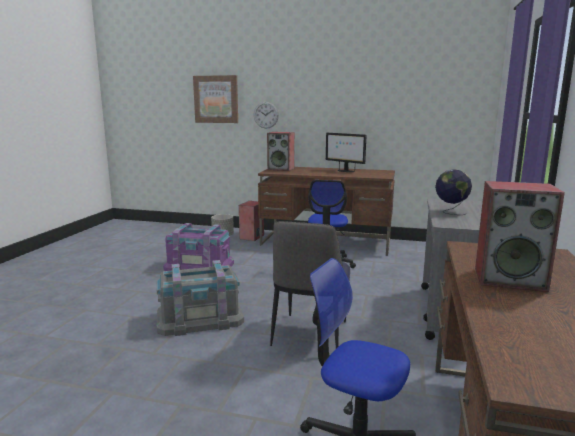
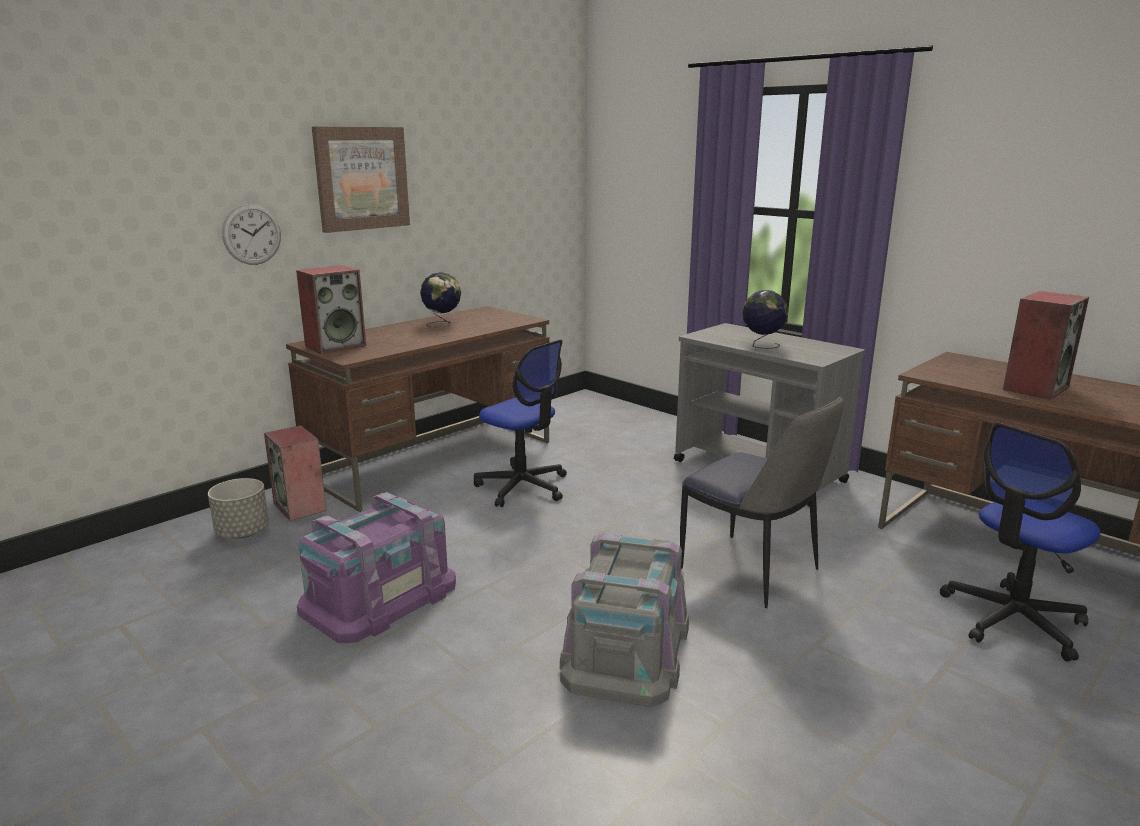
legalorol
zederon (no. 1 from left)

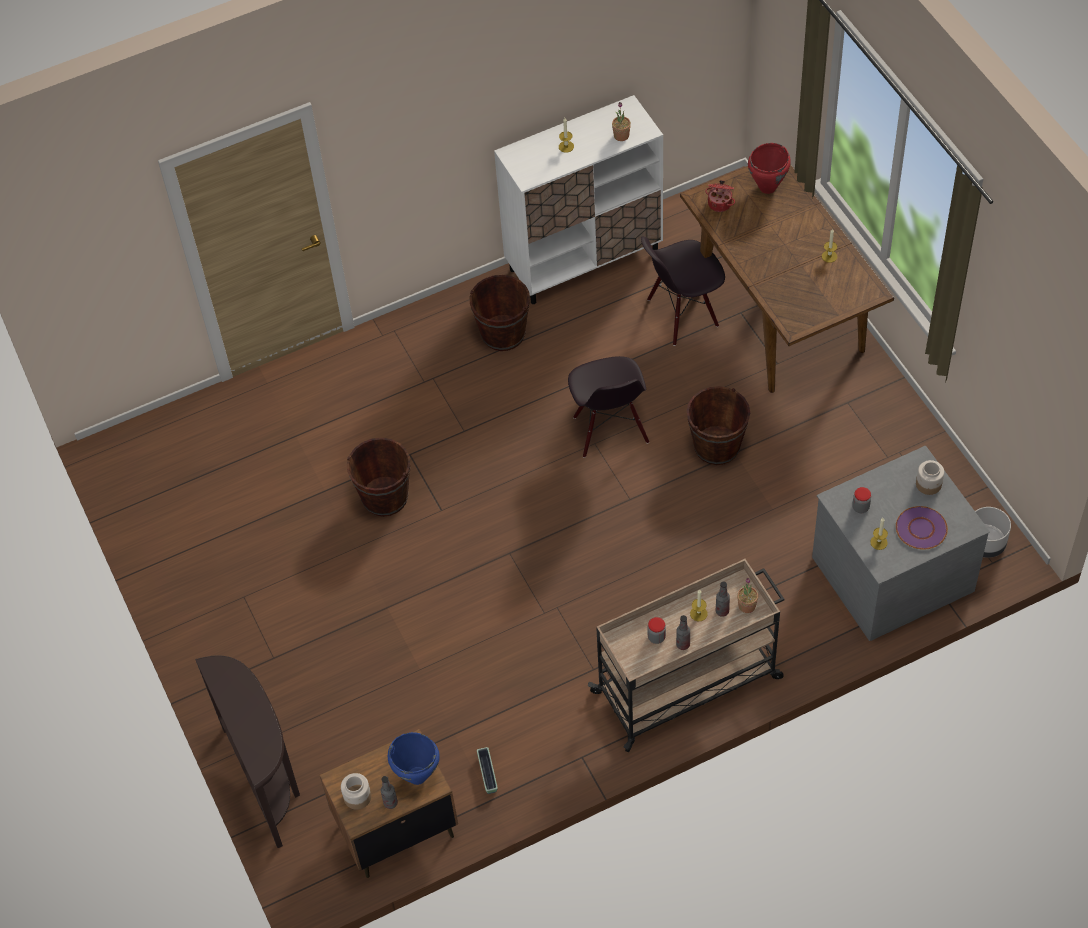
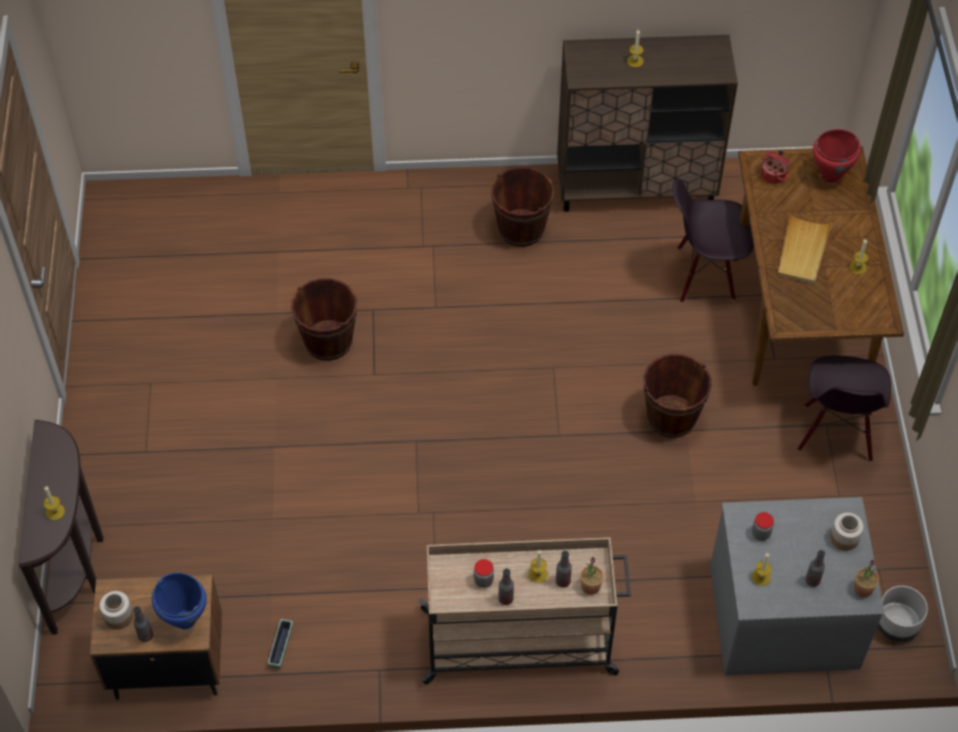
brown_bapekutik
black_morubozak (no. 2 from left)
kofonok (no. 2 from left)
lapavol (no. 4 from left)
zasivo (no. 1 from left)
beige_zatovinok

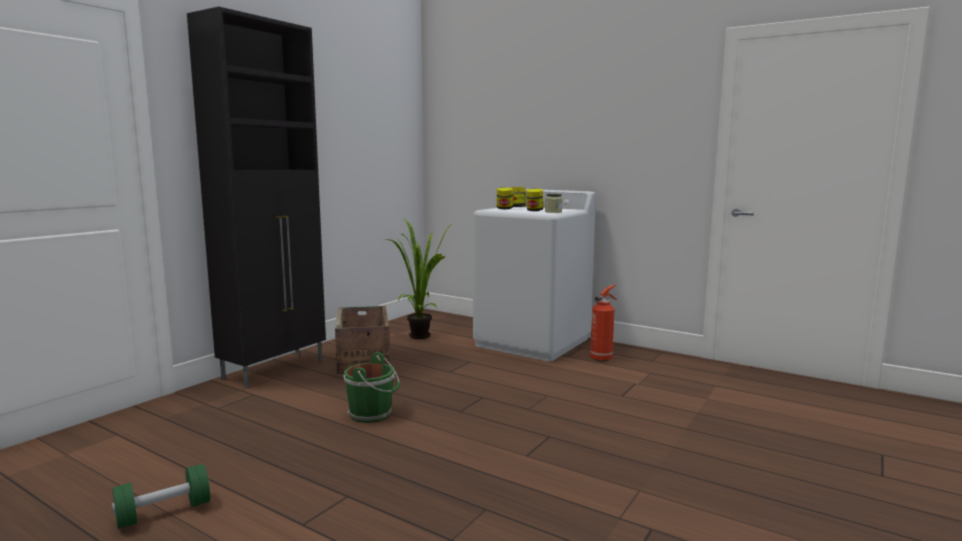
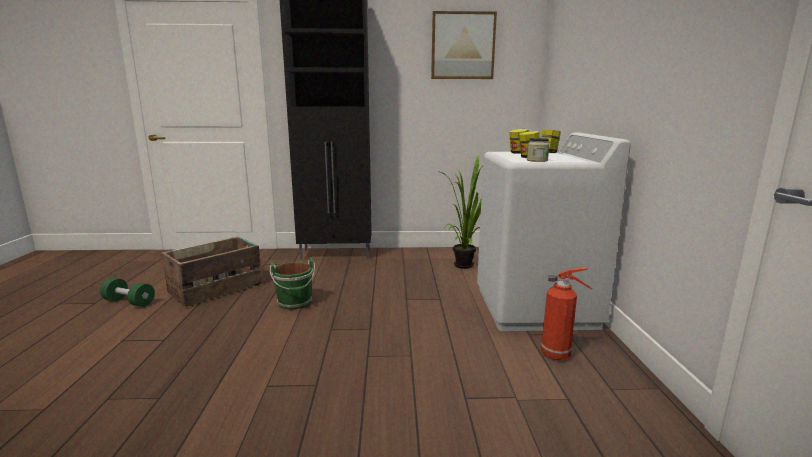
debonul
legalorol

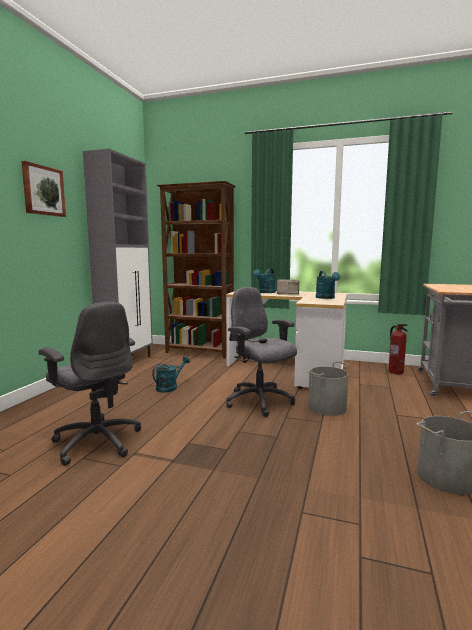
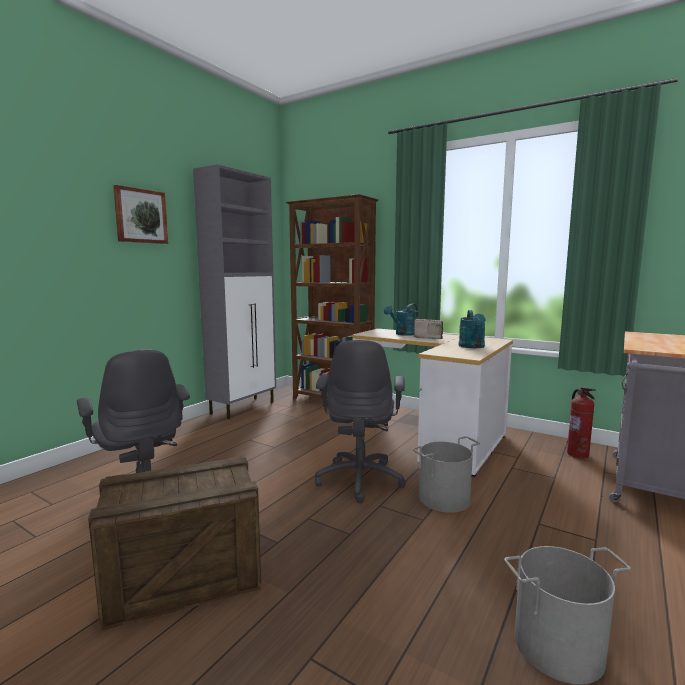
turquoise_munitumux (no. 1 from left in the first image)
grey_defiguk (no. 2 from left)
debonul

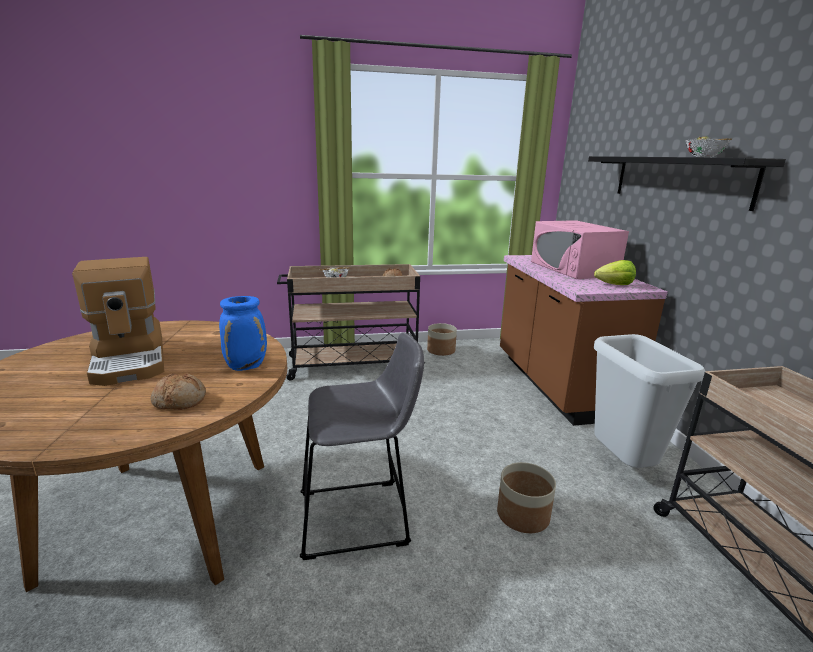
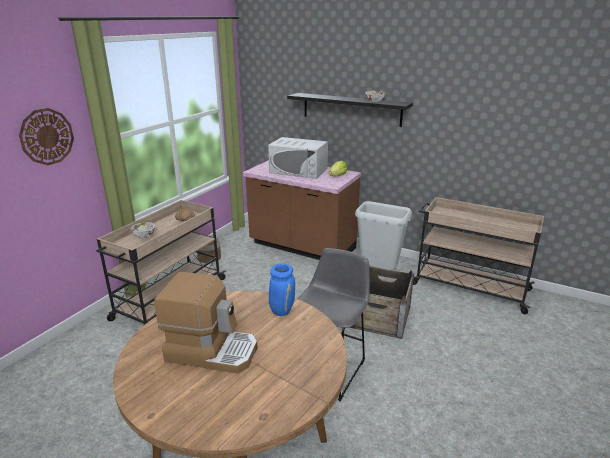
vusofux (no. 1 from left in the first image)
debonul
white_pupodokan
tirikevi

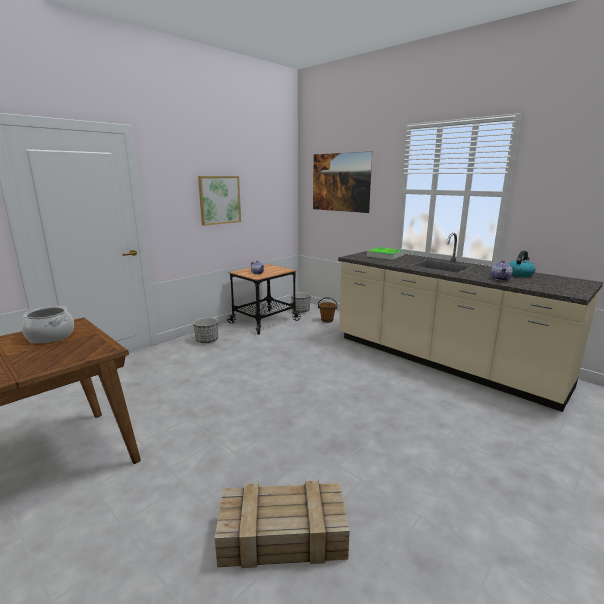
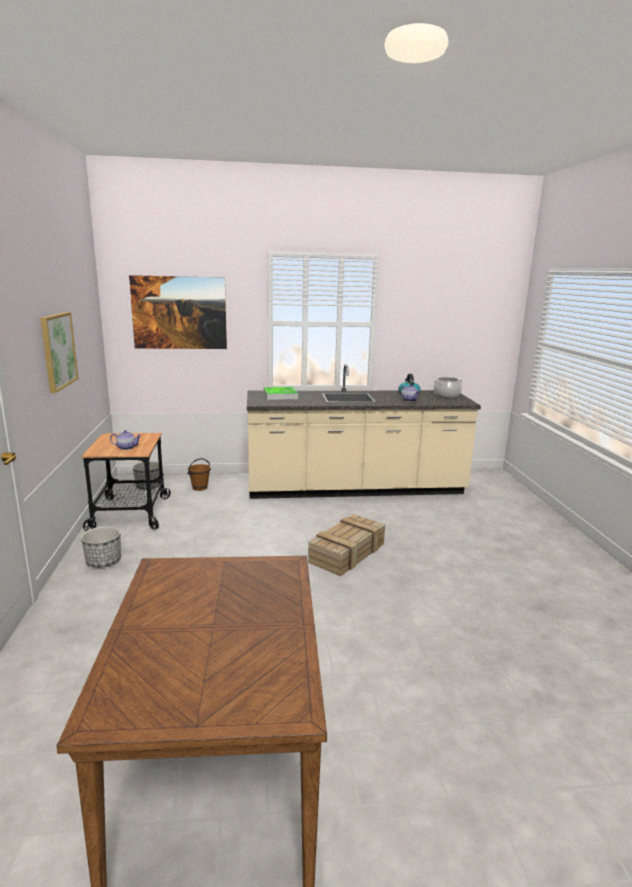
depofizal
debonul

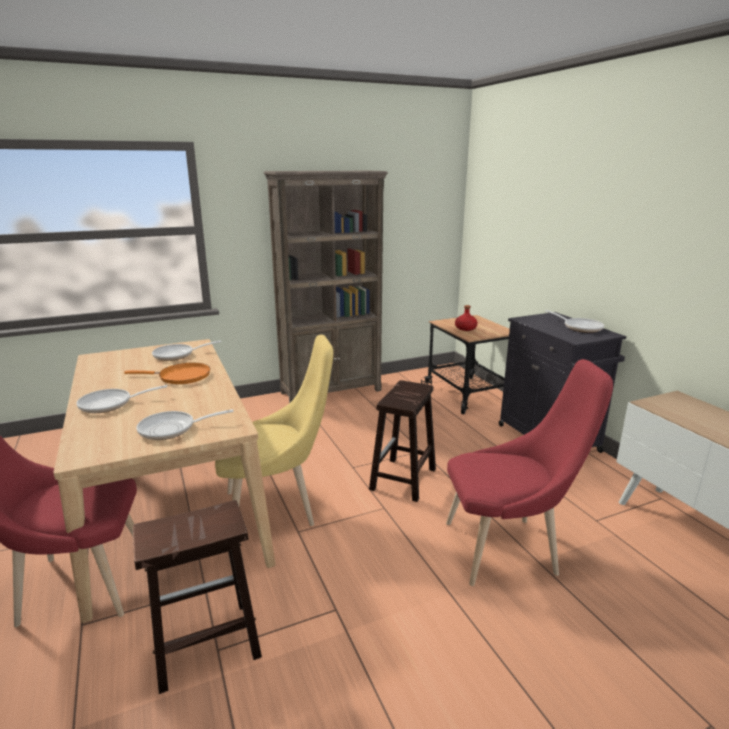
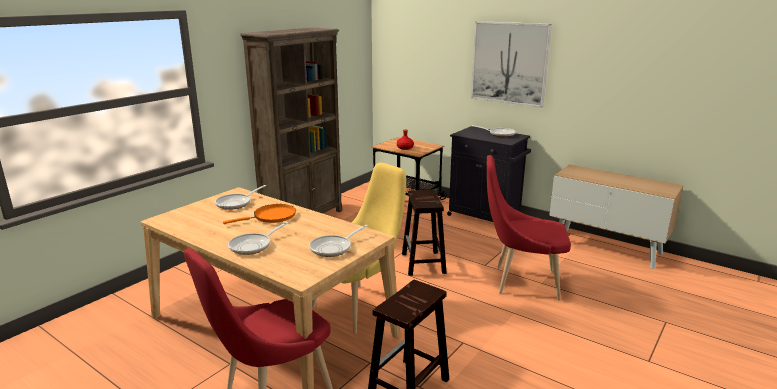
red_morubozak (no. 2 from left)
legalorol

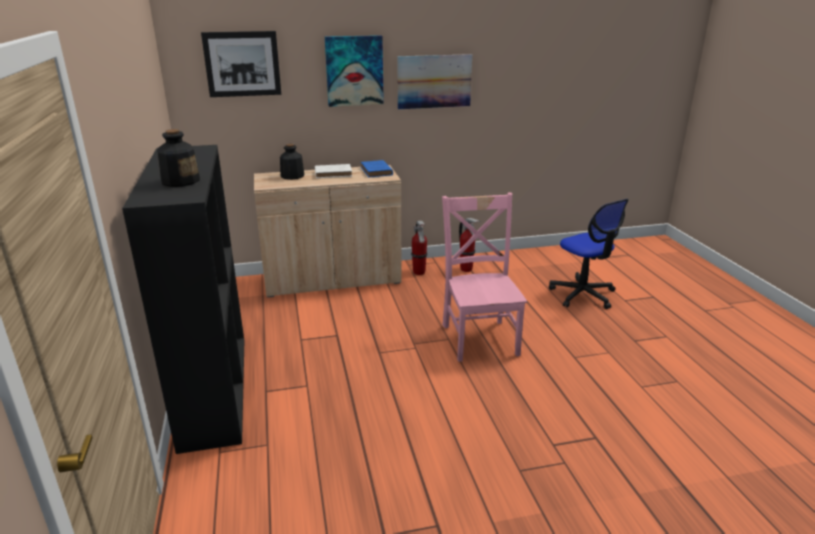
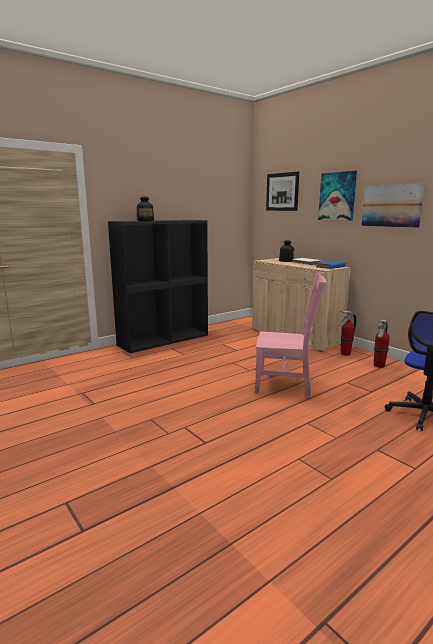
pink_morubozak

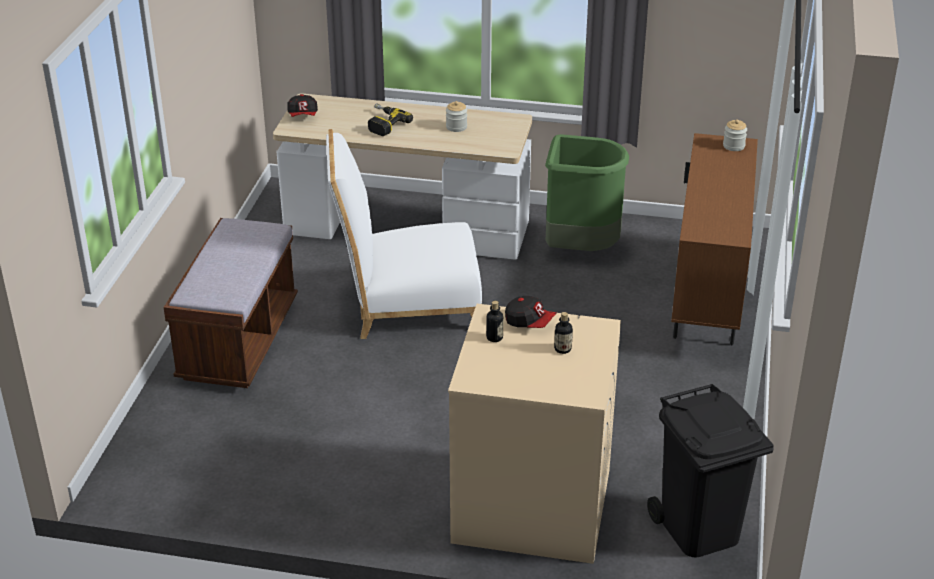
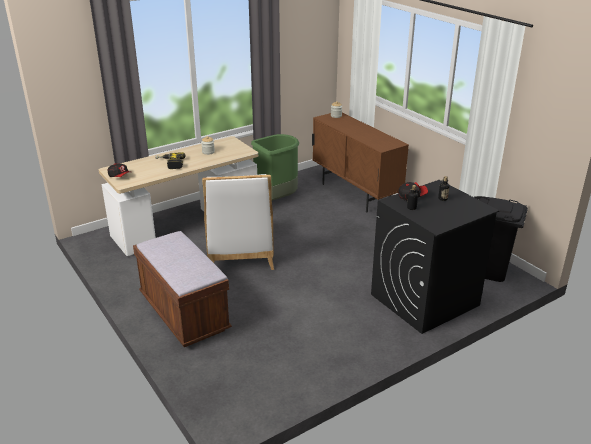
white_morubozak
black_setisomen

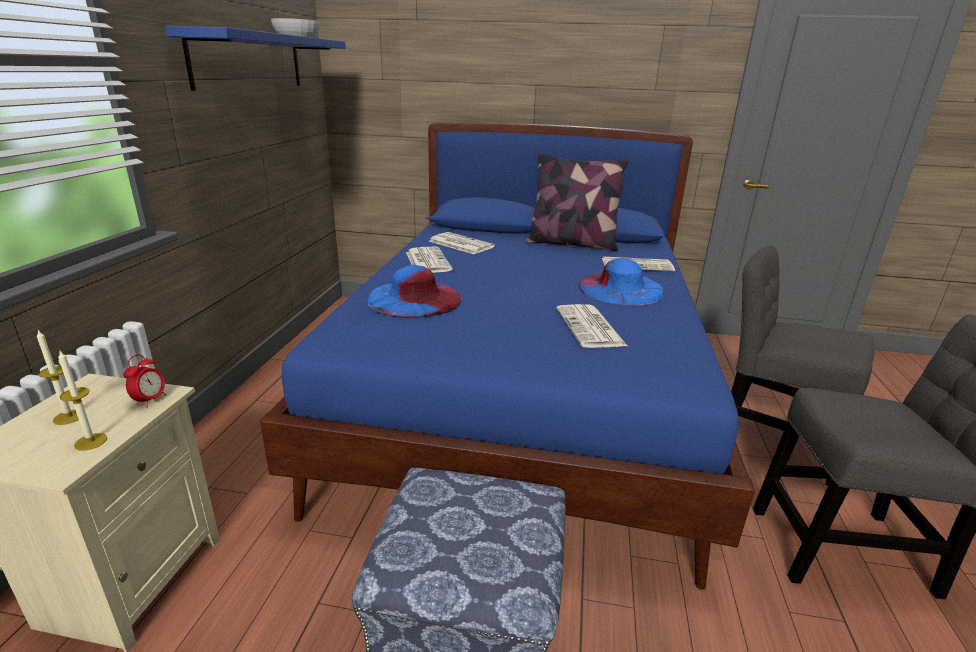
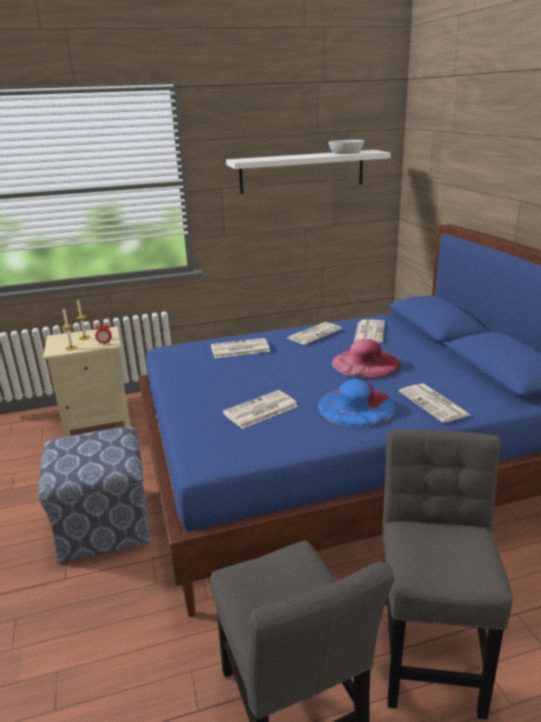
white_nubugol
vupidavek (no. 1 from left)
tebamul
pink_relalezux

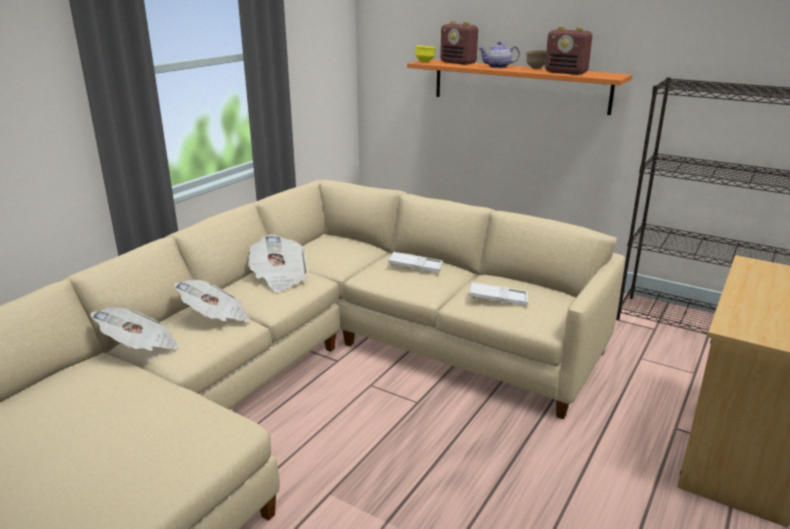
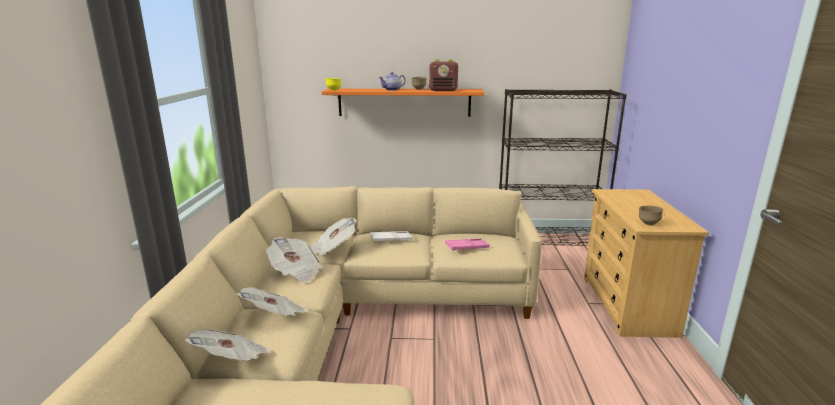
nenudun (no. 1 from left in the first image)
pink_zatovinok
vupidavek (no. 4 from left)
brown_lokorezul (no. 2 from left)

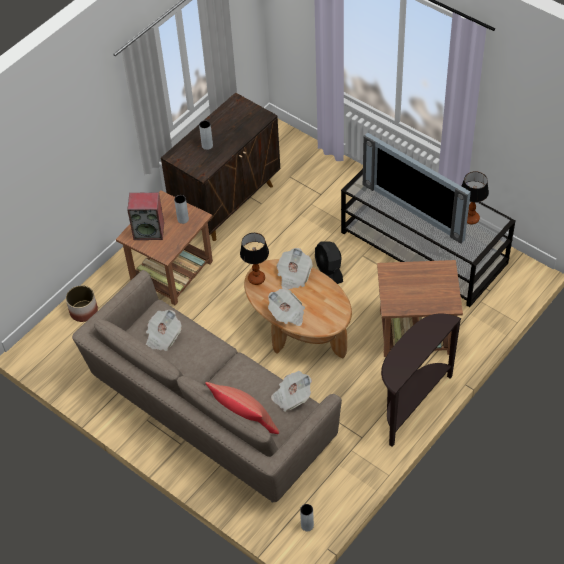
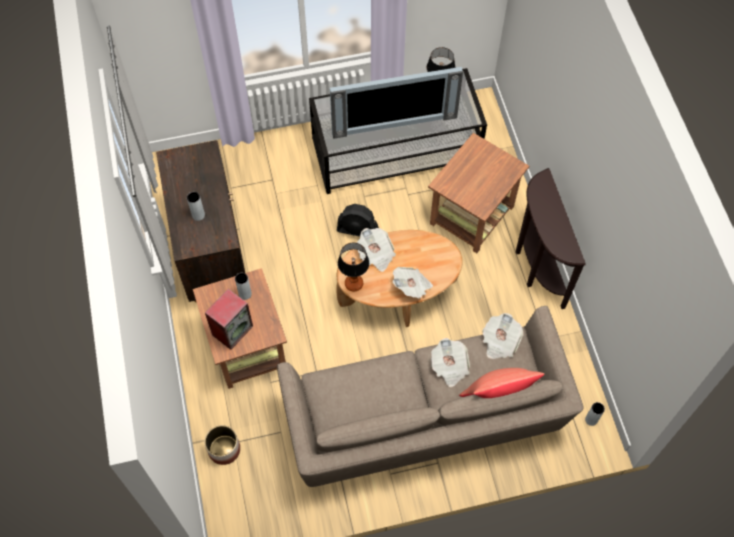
vupidavek (no. 3 from left)

